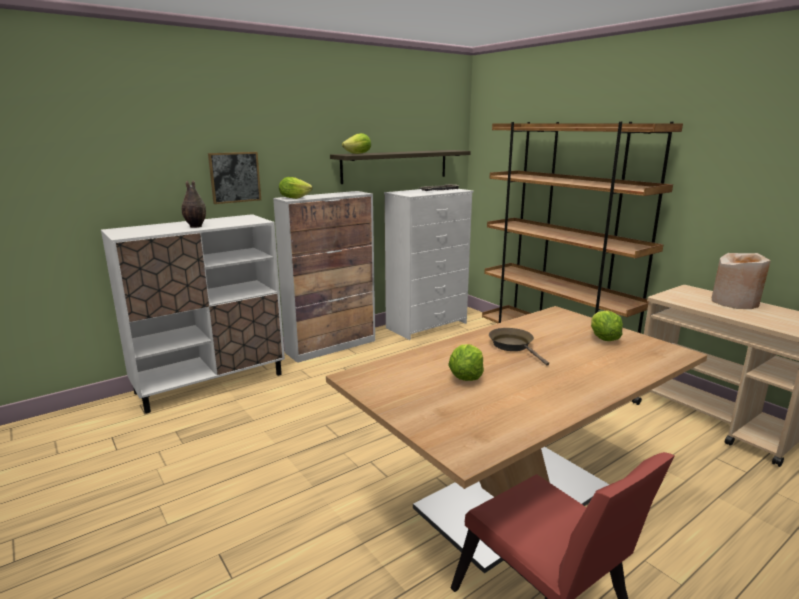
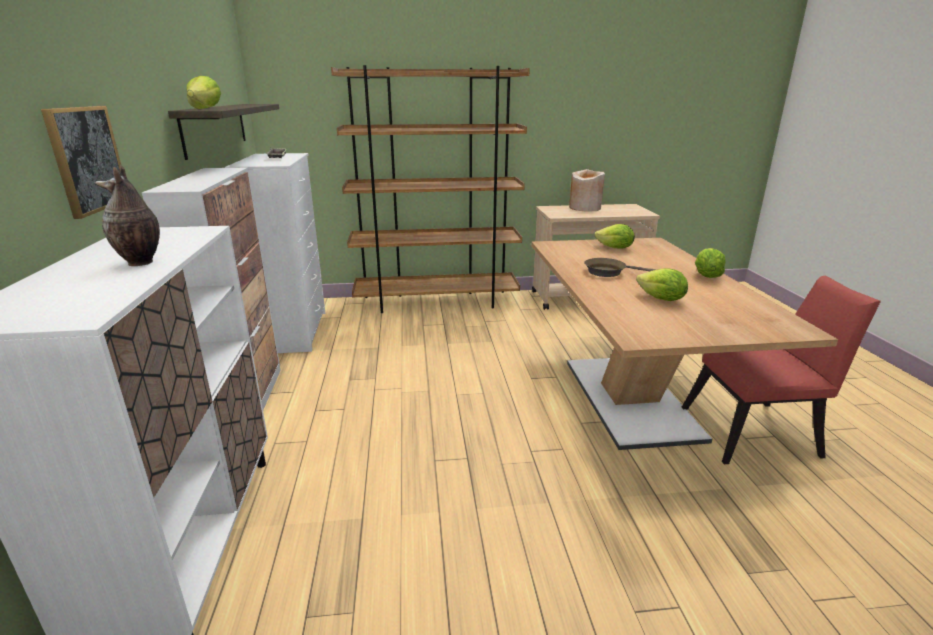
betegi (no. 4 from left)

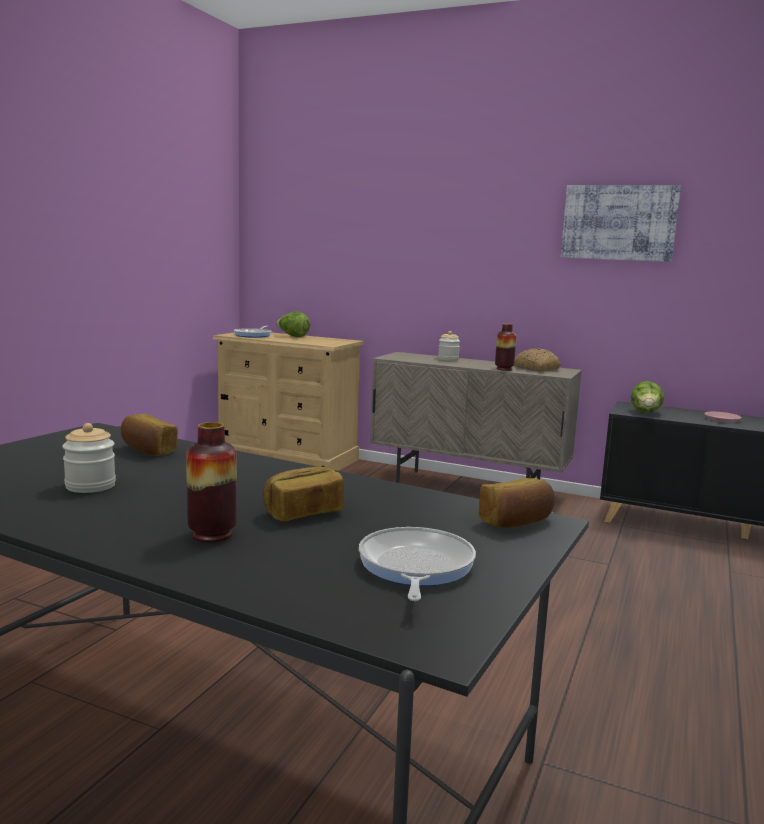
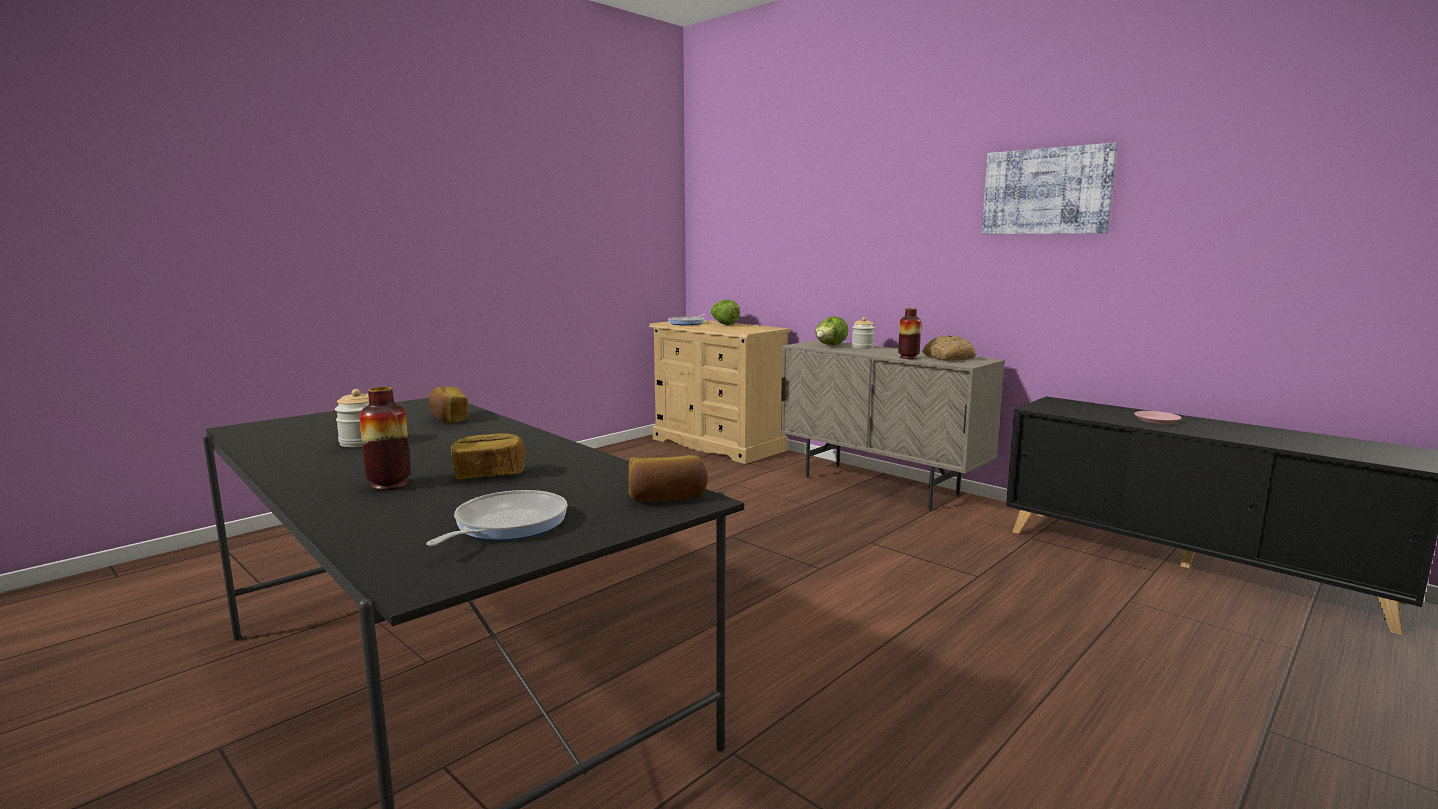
betegi (no. 2 from left)

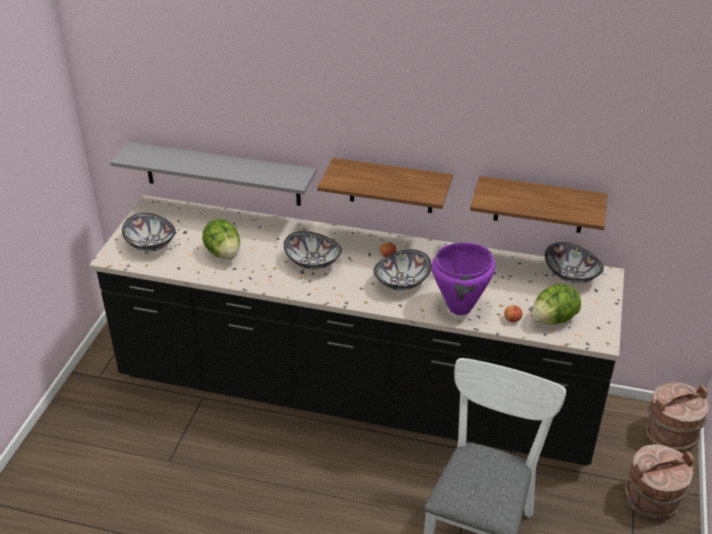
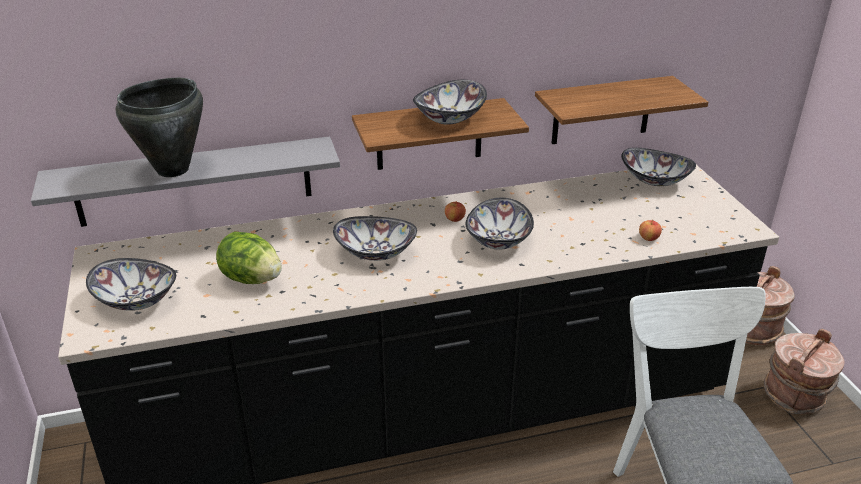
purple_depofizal
betegi (no. 2 from left in the first image)
black_depofizal
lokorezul (no. 3 from left)

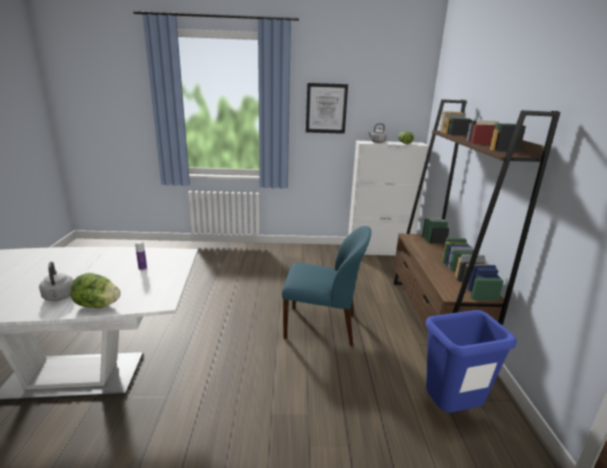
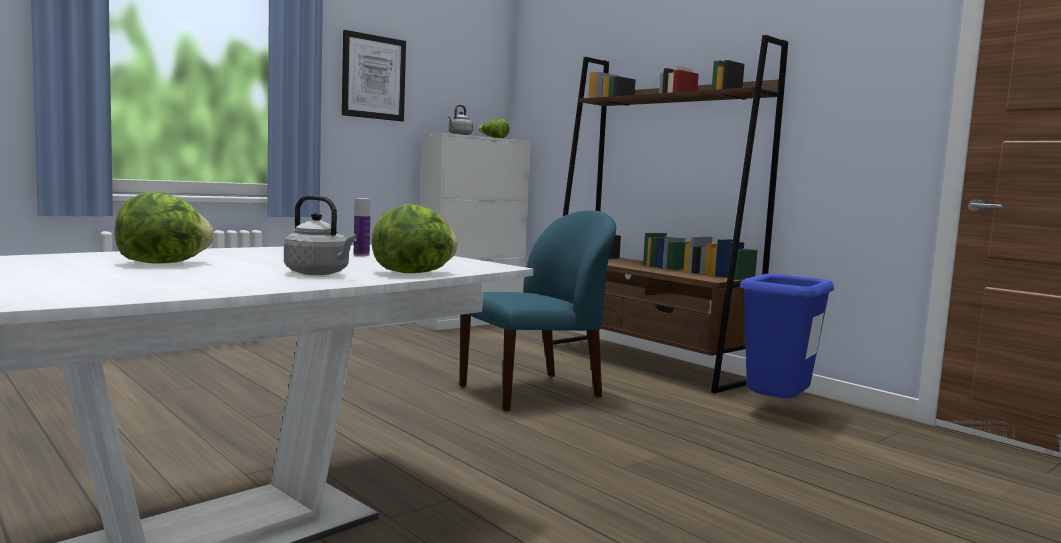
betegi (no. 1 from left)

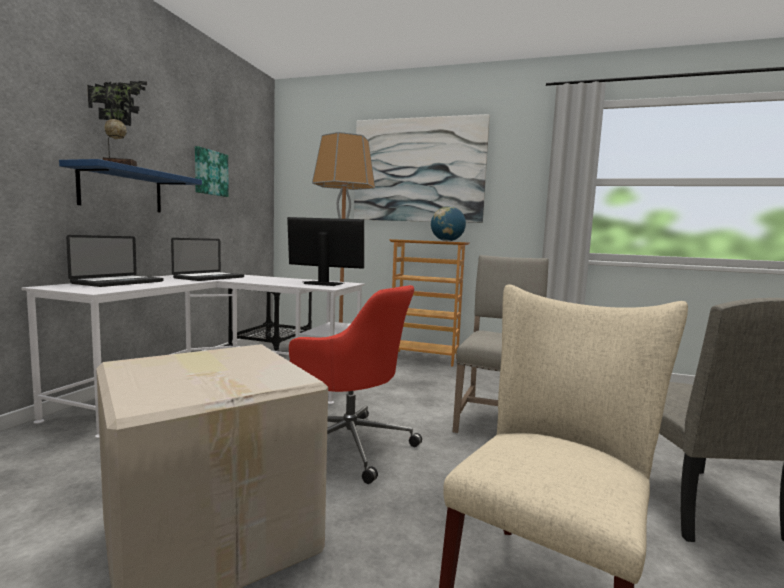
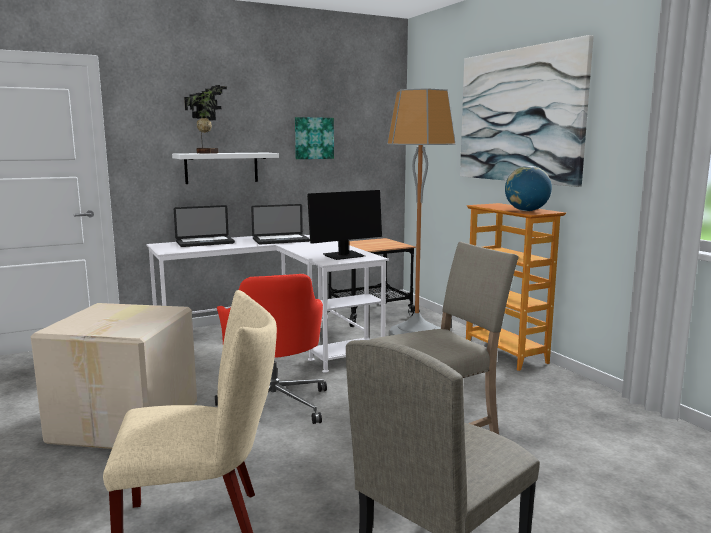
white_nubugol
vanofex

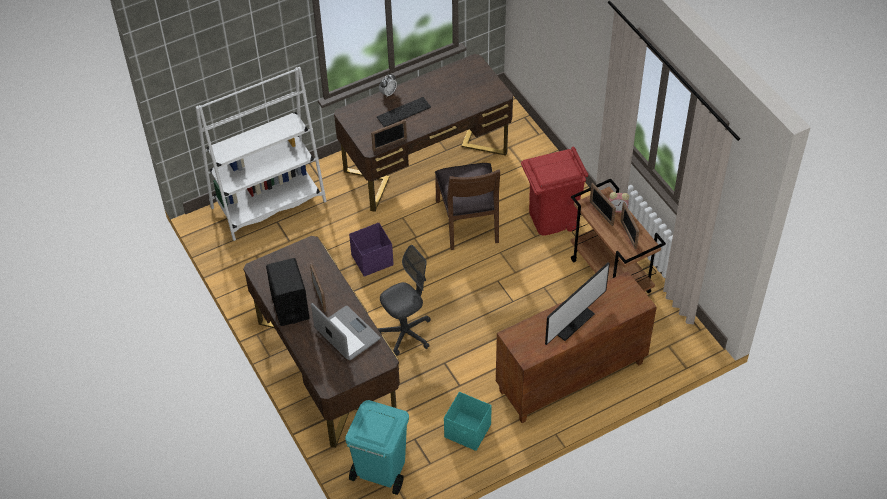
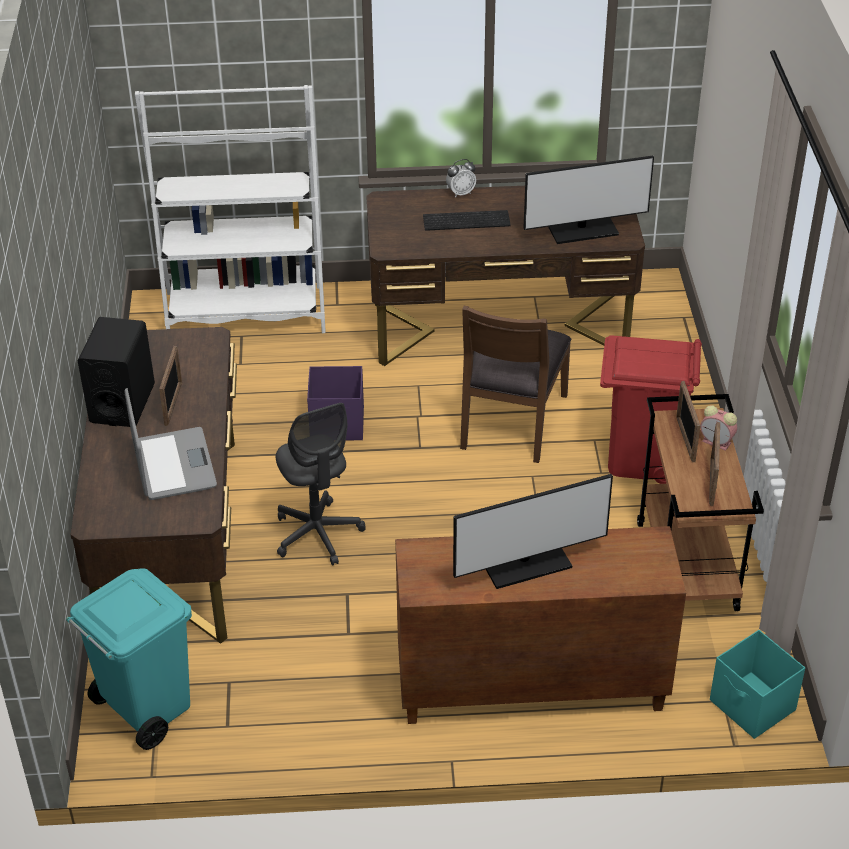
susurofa (no. 2 from left in the first image)
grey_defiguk
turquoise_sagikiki
vanofex (no. 2 from left)

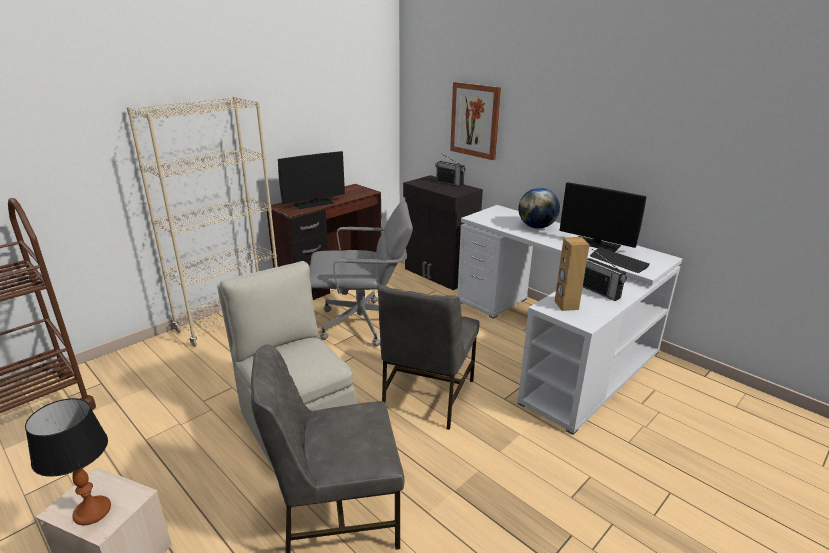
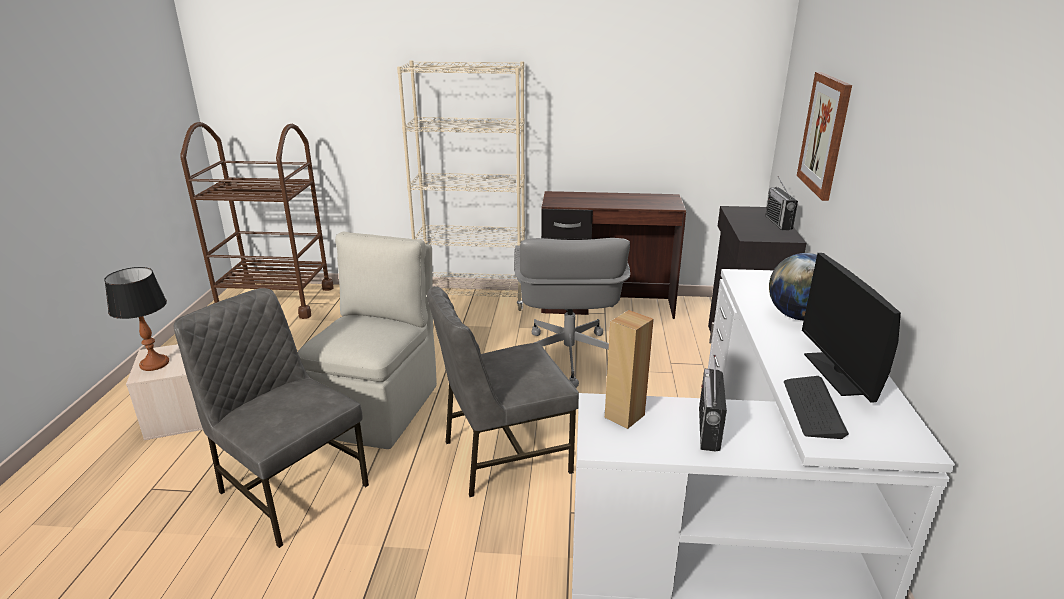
vanofex (no. 1 from left in the first image)
grey_defiguk

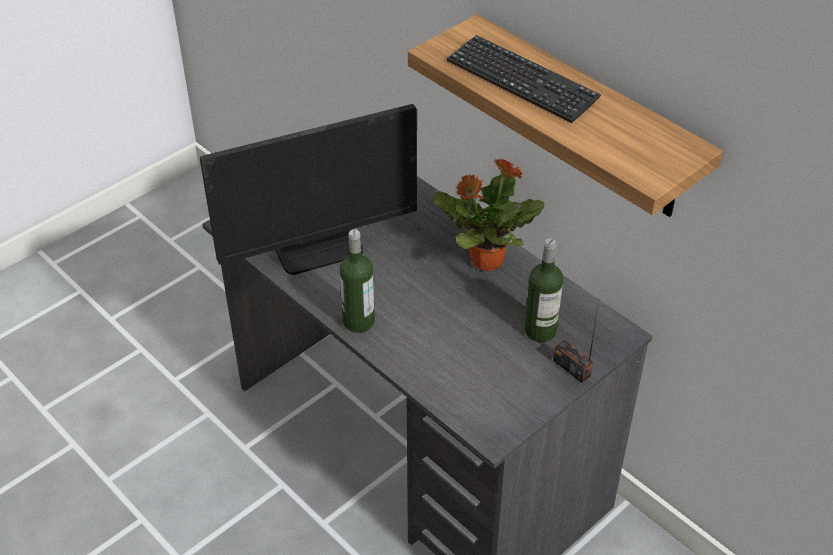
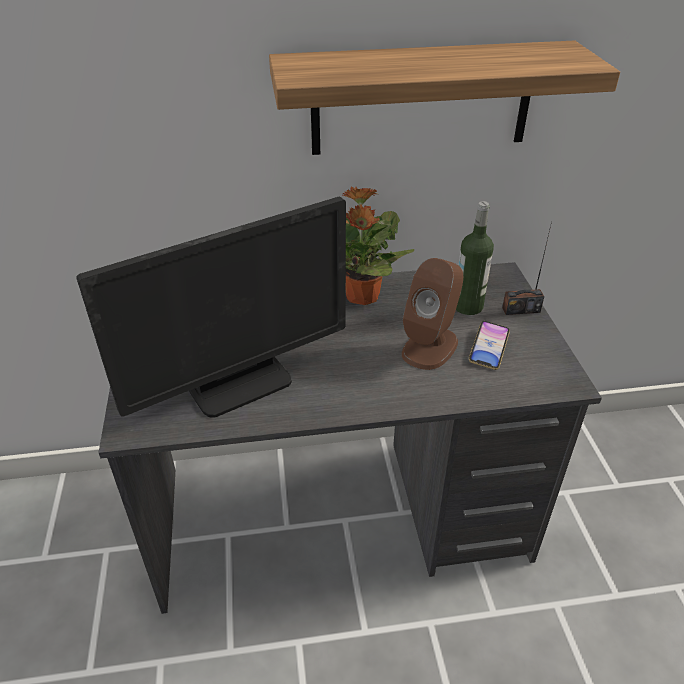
vanofex
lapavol (no. 1 from left in the first image)
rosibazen
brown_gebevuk
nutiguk

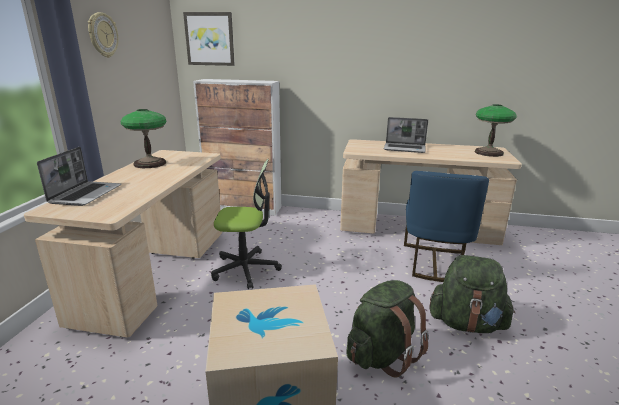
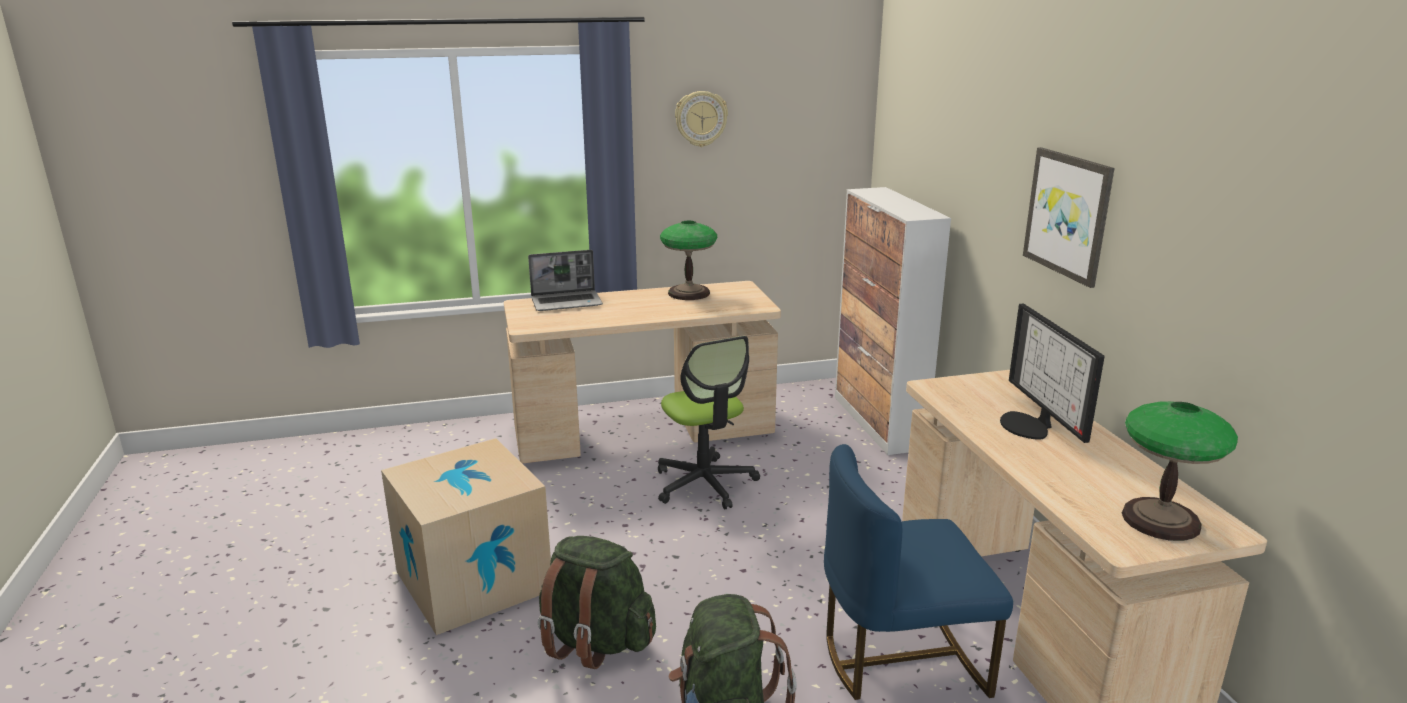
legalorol
vanofex

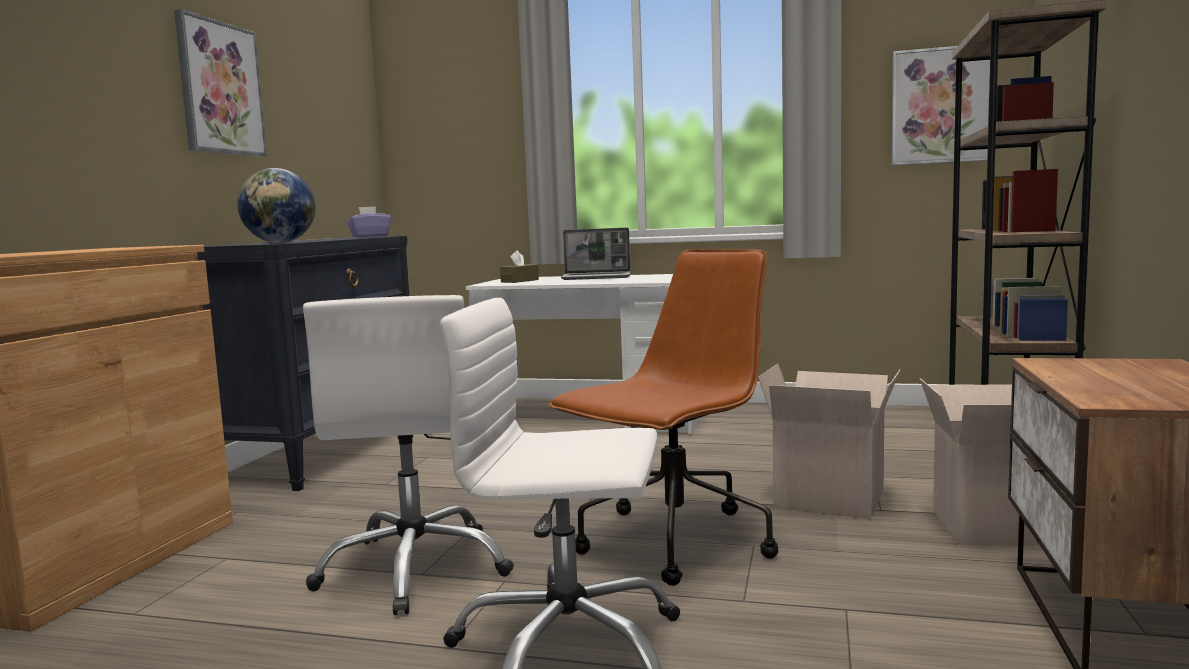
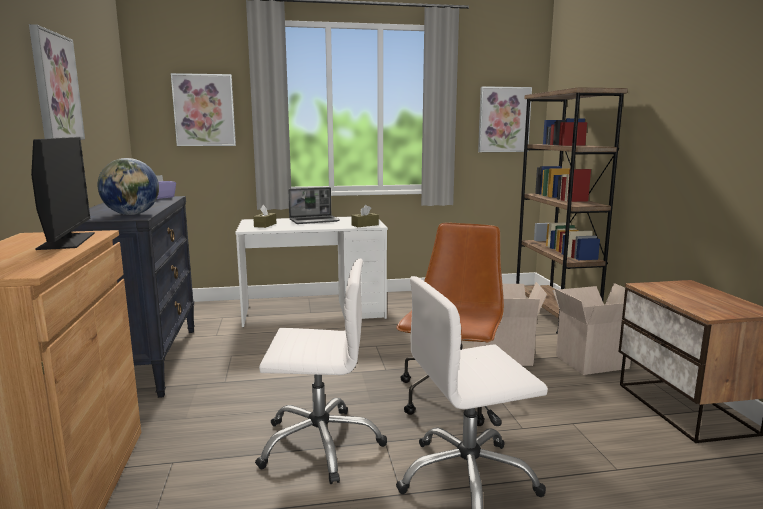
white_defiguk (no. 1 from left)
vanofex
legalorol (no. 2 from left)
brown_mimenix (no. 2 from left)

